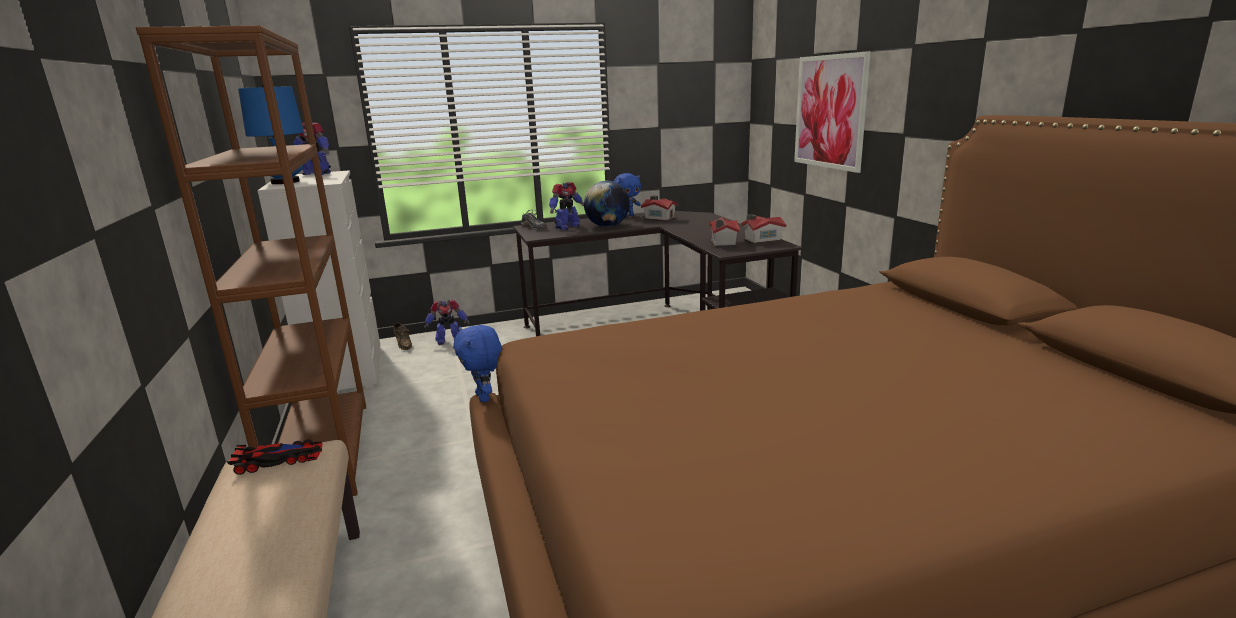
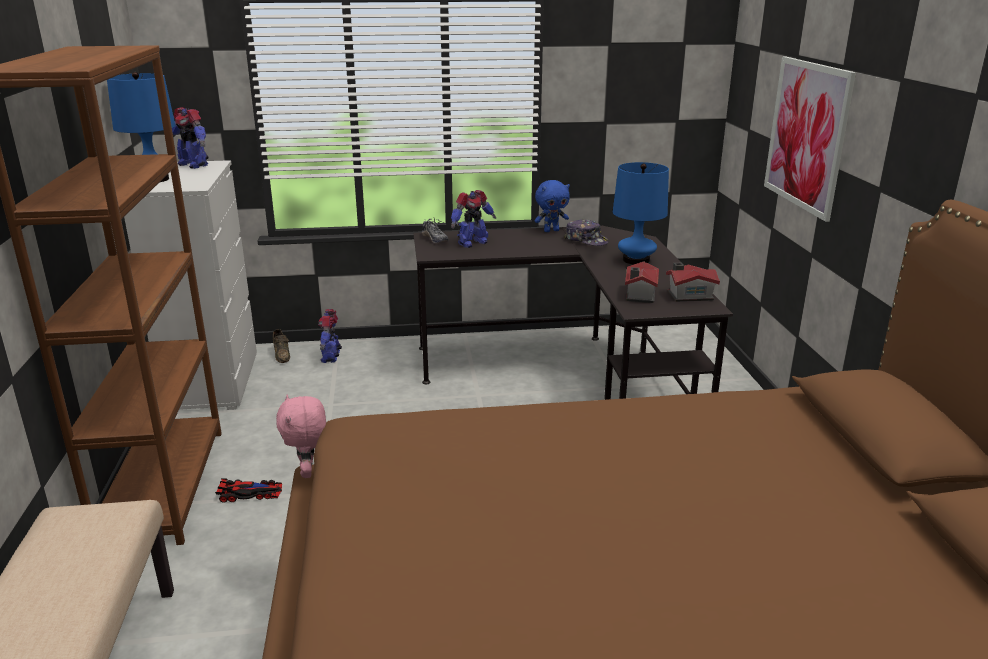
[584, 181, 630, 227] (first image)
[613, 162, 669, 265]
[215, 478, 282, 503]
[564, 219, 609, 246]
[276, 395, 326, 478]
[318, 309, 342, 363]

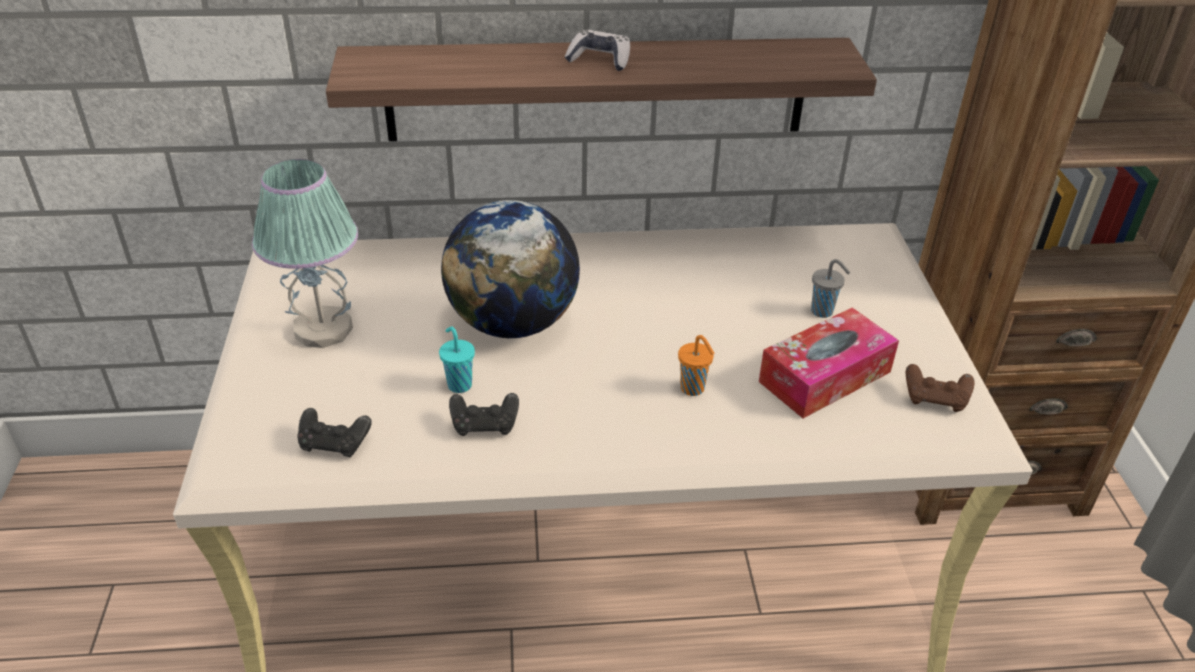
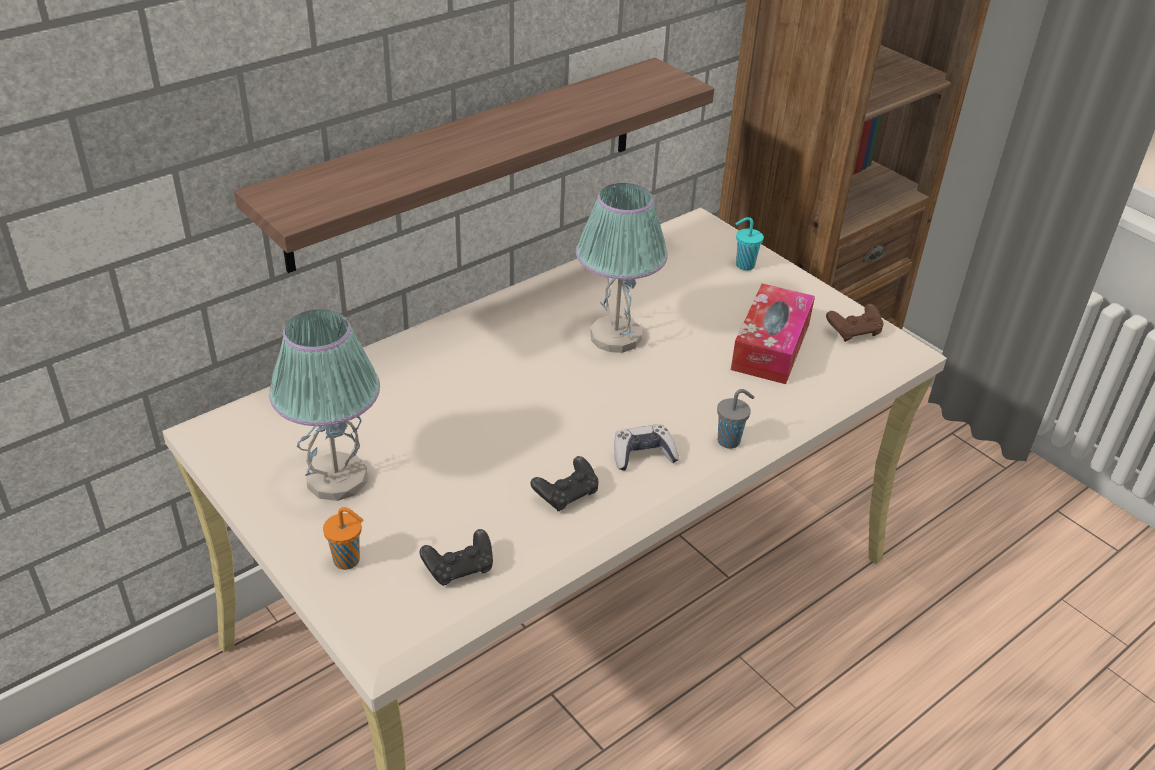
[441, 200, 580, 338] (first image)
[576, 183, 668, 353]
[735, 217, 764, 271]
[614, 424, 679, 471]
[323, 507, 363, 570]
[717, 389, 754, 449]

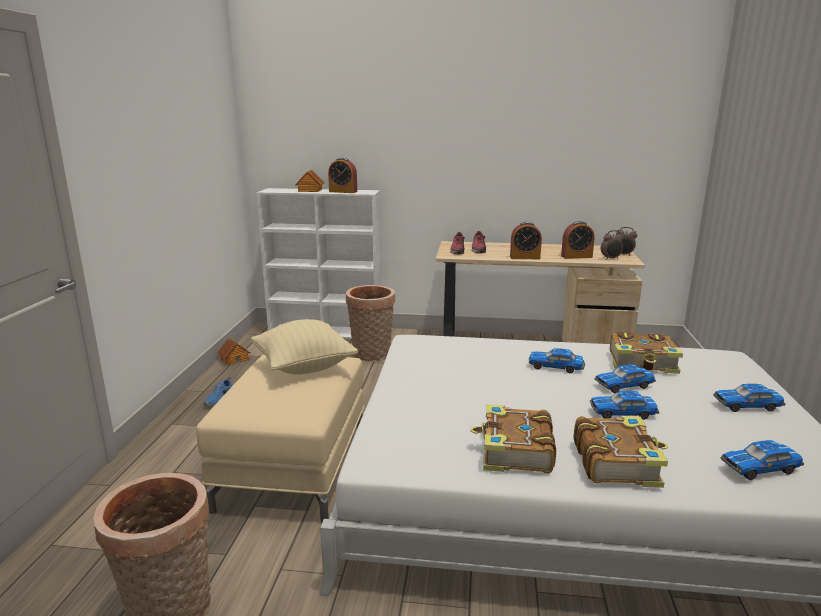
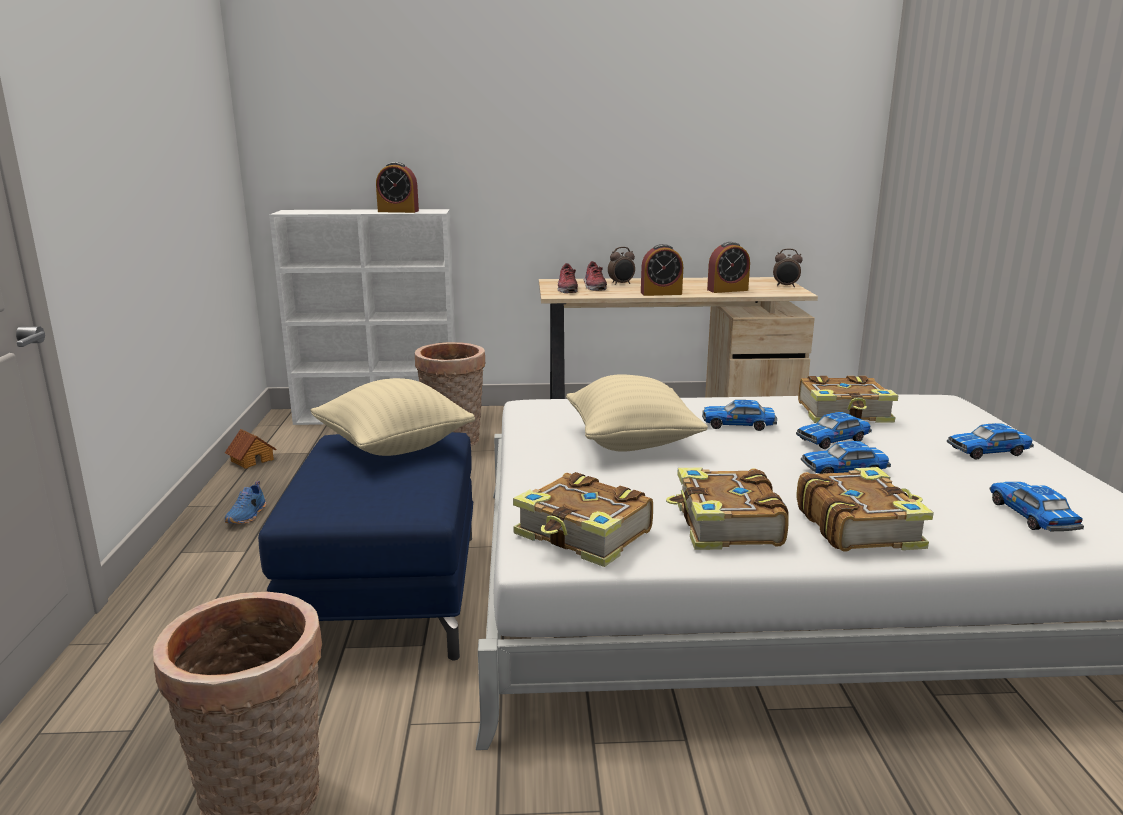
[295, 170, 325, 192] (first image)
[513, 472, 653, 567]
[566, 374, 708, 452]
[608, 247, 635, 285]
[258, 432, 473, 661]
[990, 482, 1084, 531]

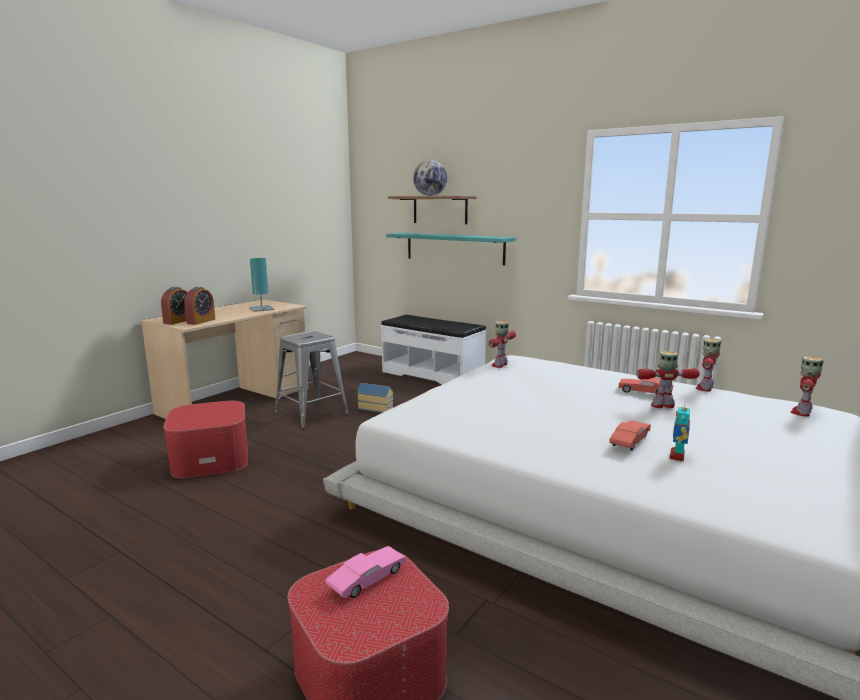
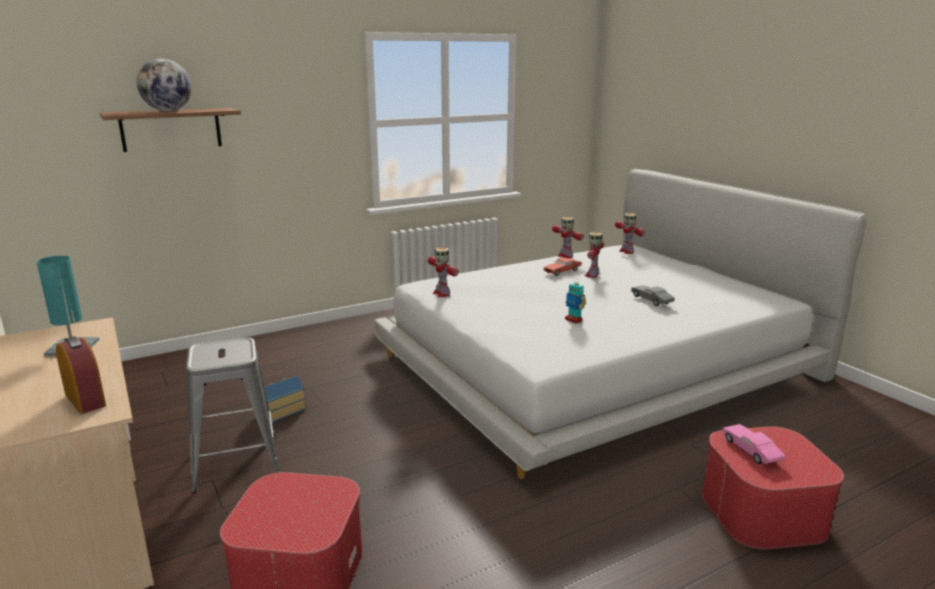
[161, 287, 188, 325] (first image)
[381, 315, 486, 385] (first image)
[386, 233, 516, 265] (first image)
[565, 278, 586, 324]
[631, 285, 675, 306]

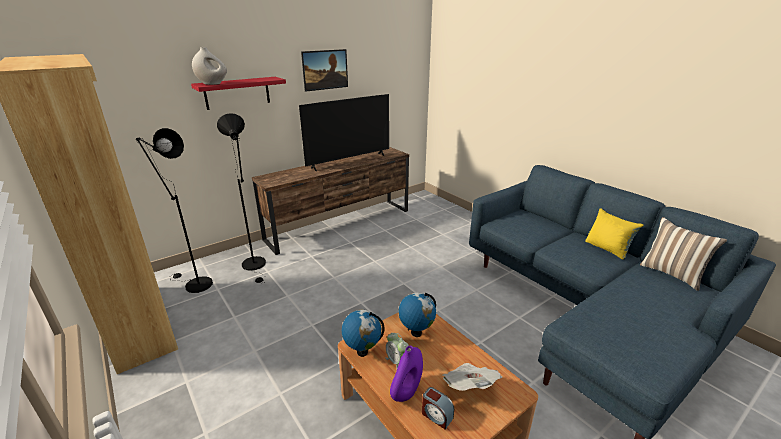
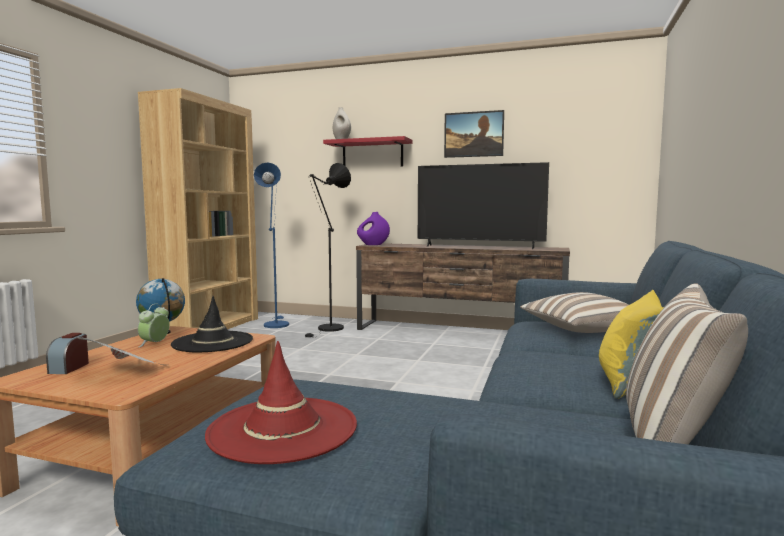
[205, 341, 357, 464]
[520, 292, 628, 333]
[357, 212, 390, 245]
[171, 296, 253, 352]
[254, 162, 289, 328]

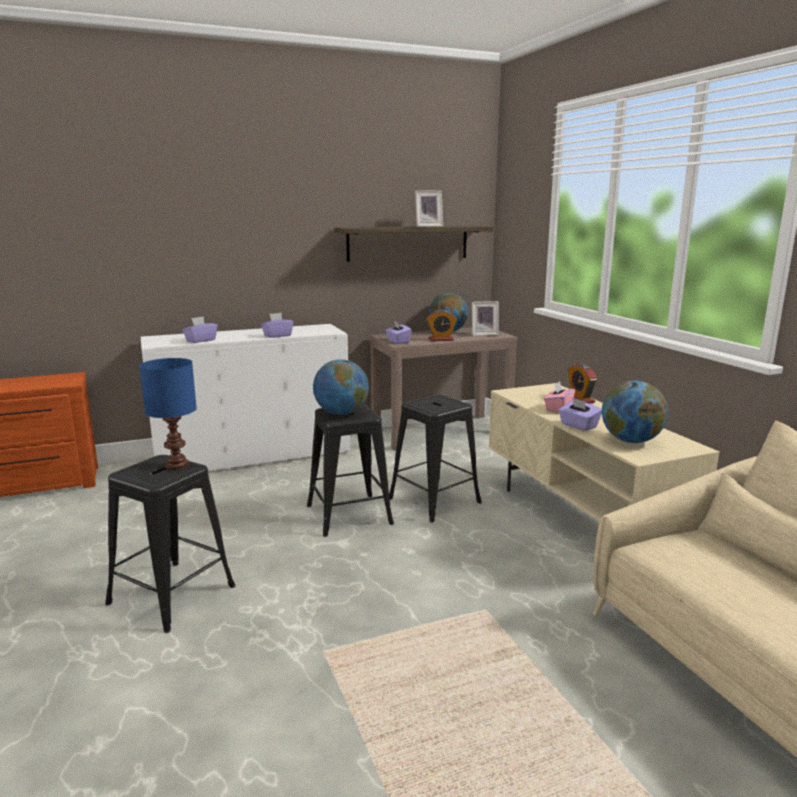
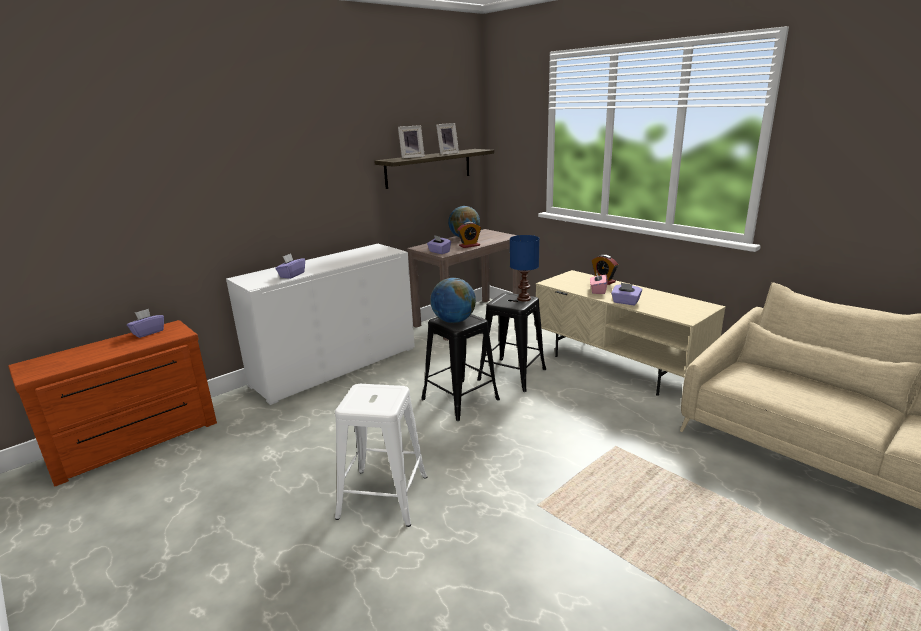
[602, 380, 668, 443] (first image)
[510, 235, 540, 301]
[127, 309, 164, 338]
[398, 125, 425, 159]
[335, 384, 428, 527]

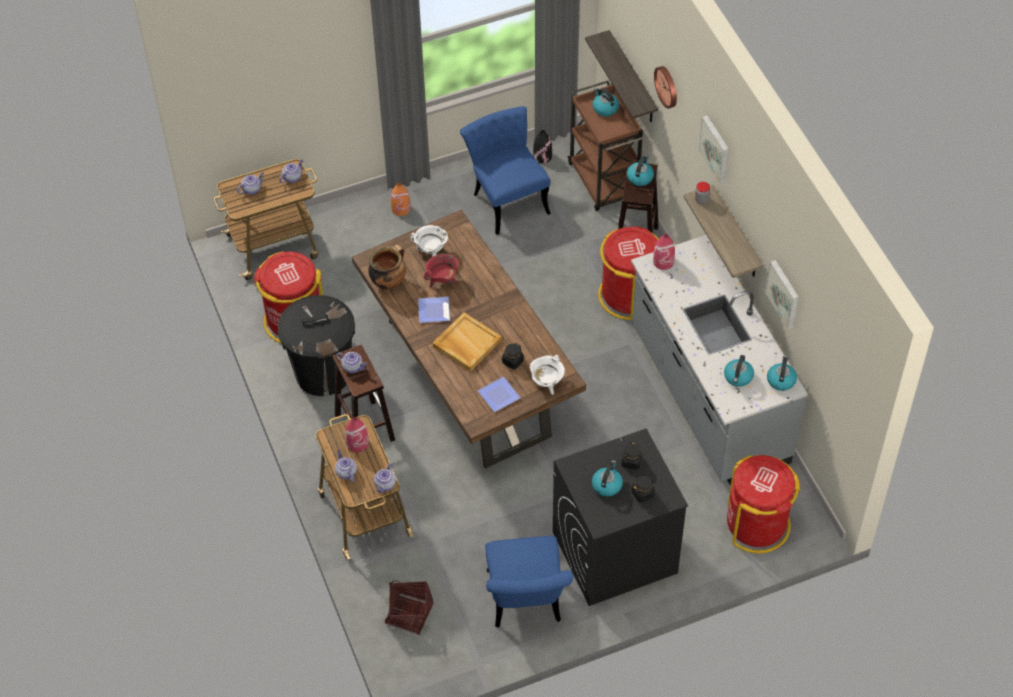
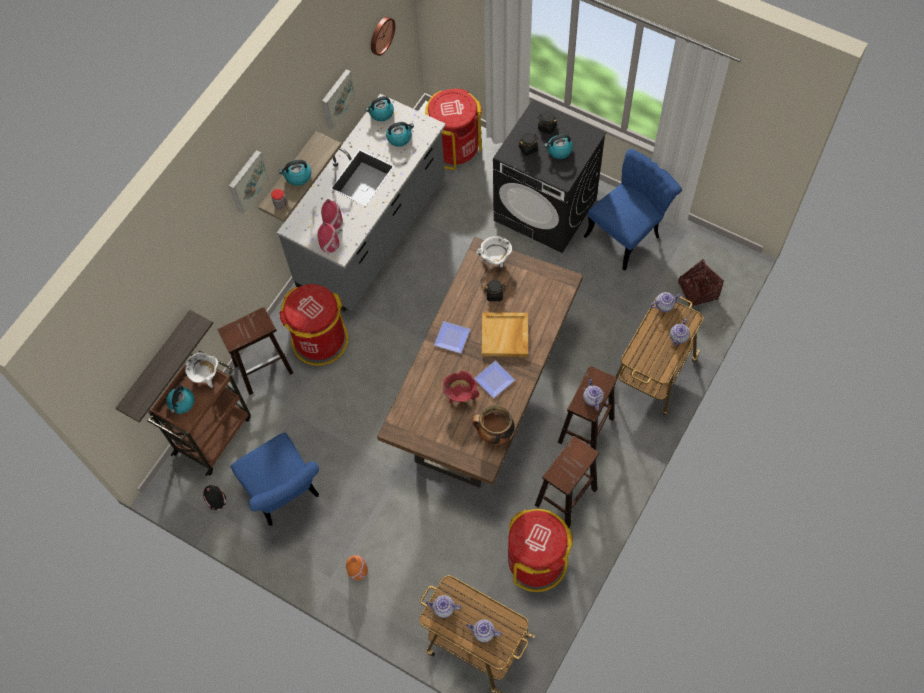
[321, 199, 343, 230]
[185, 352, 218, 388]
[434, 321, 470, 354]
[279, 160, 311, 186]
[371, 17, 395, 56]
[535, 436, 599, 528]
[230, 433, 319, 526]

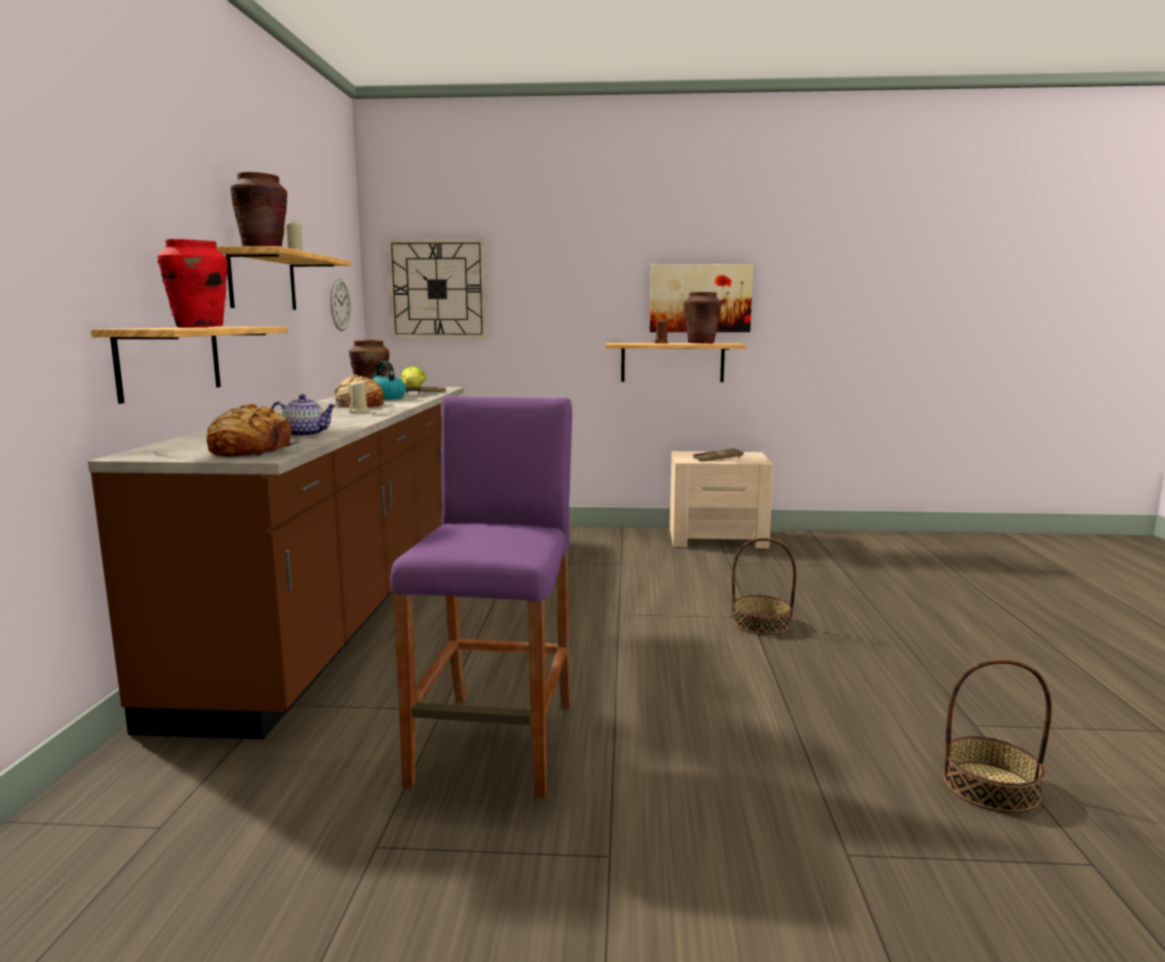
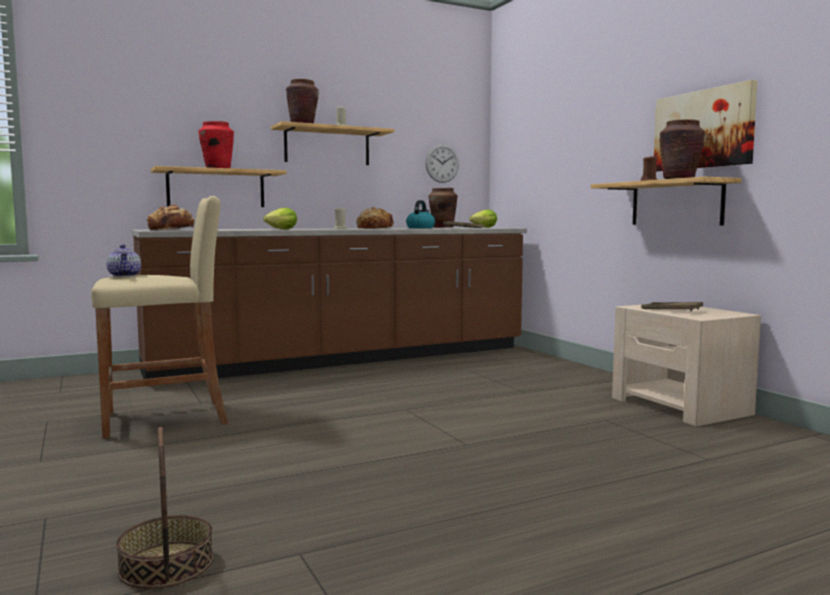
[387, 239, 487, 338] (first image)
[732, 538, 796, 635] (first image)
[263, 208, 297, 229]
[106, 244, 141, 277]
[91, 196, 228, 439]

